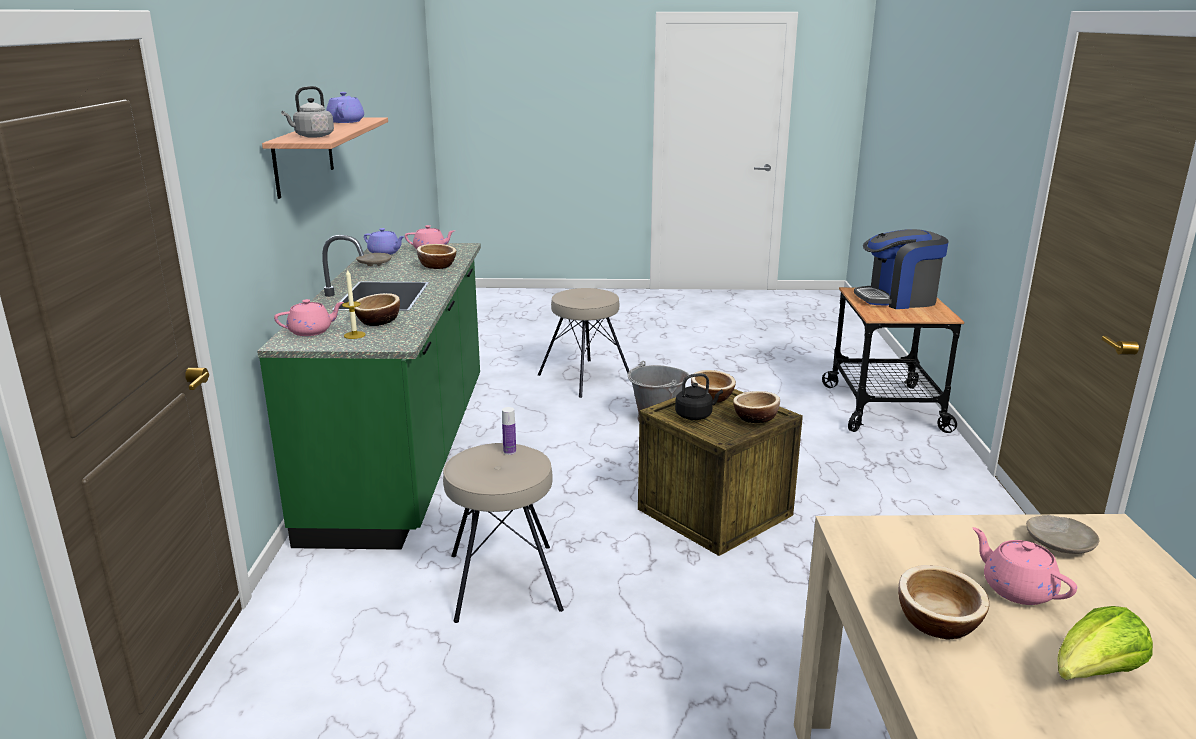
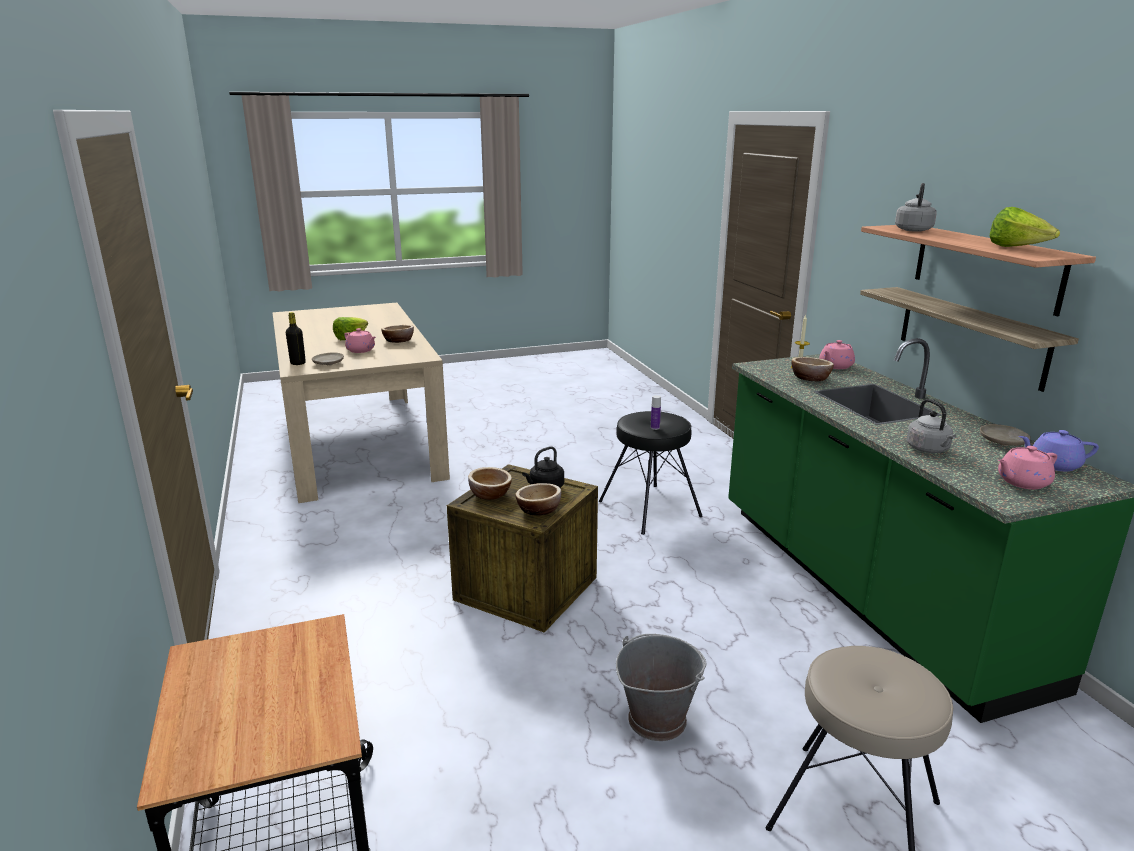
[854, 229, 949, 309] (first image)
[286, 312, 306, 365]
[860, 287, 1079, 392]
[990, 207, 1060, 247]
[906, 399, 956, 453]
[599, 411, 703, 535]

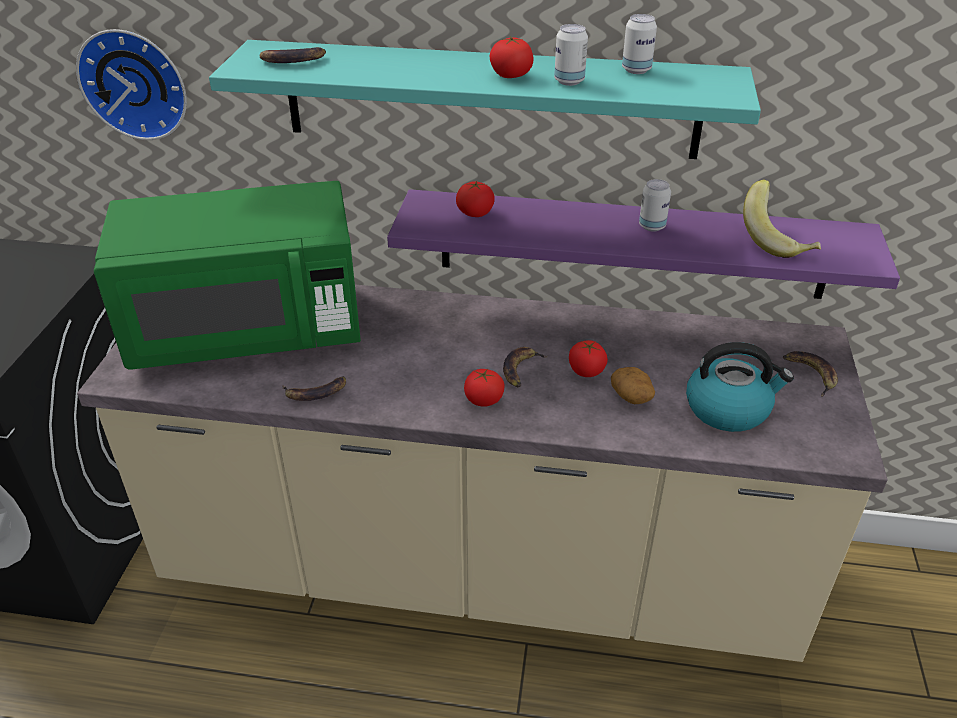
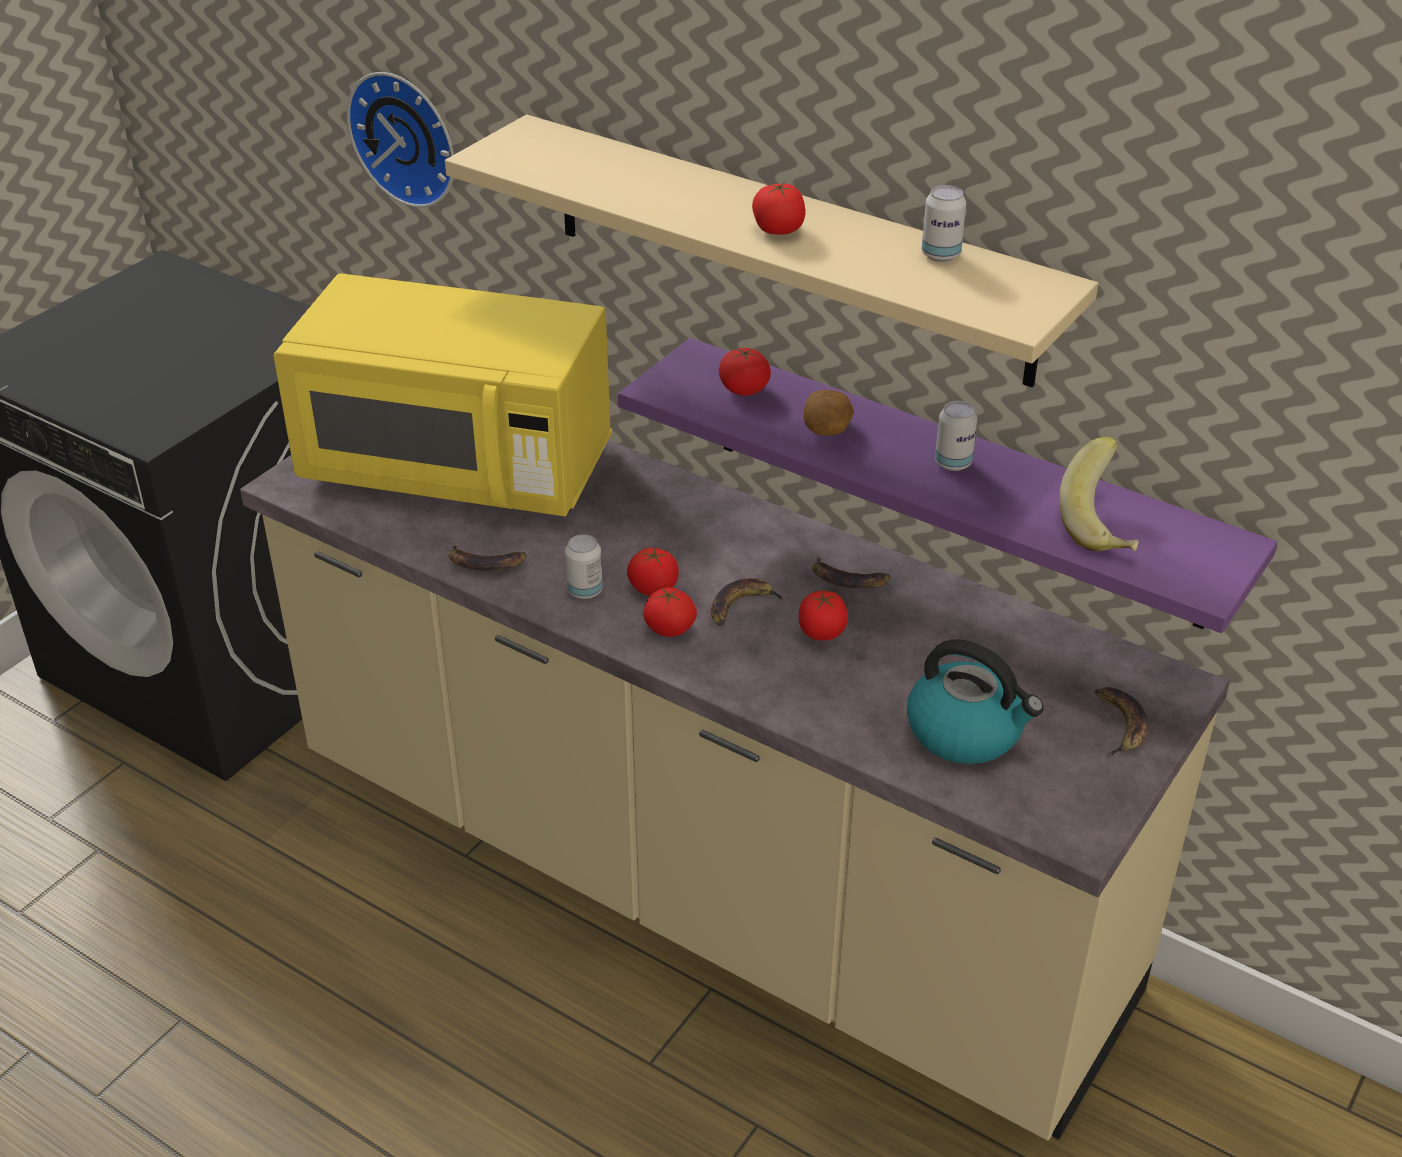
[627, 548, 679, 596]
[812, 556, 890, 589]
[565, 534, 603, 599]
[803, 390, 853, 436]
[274, 273, 612, 516]
[445, 115, 1099, 387]

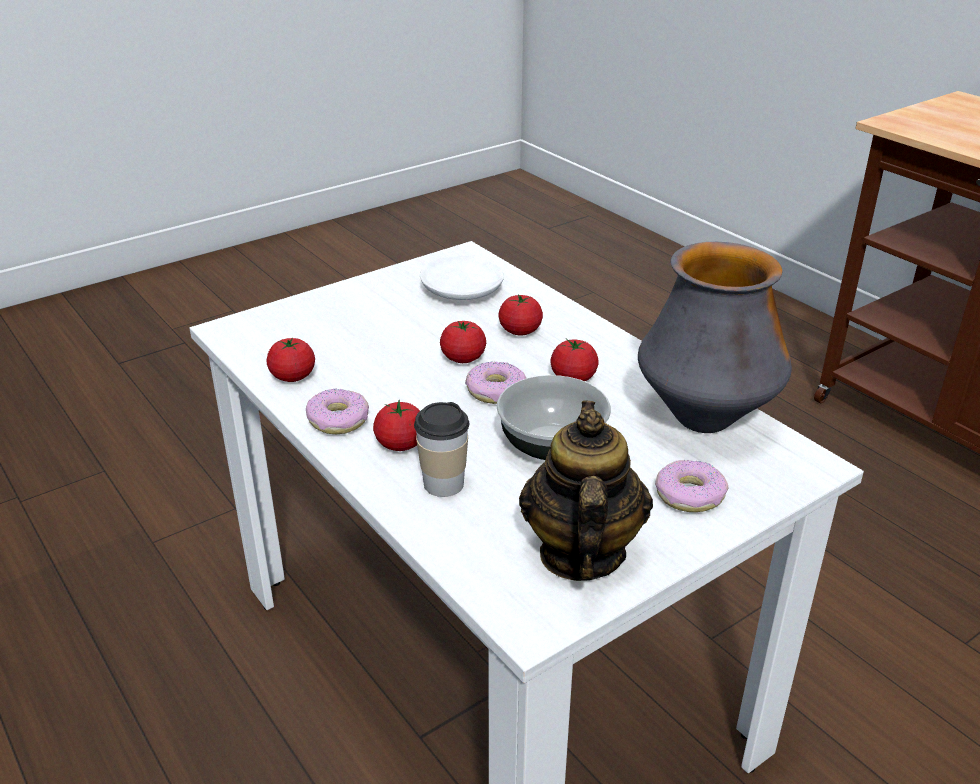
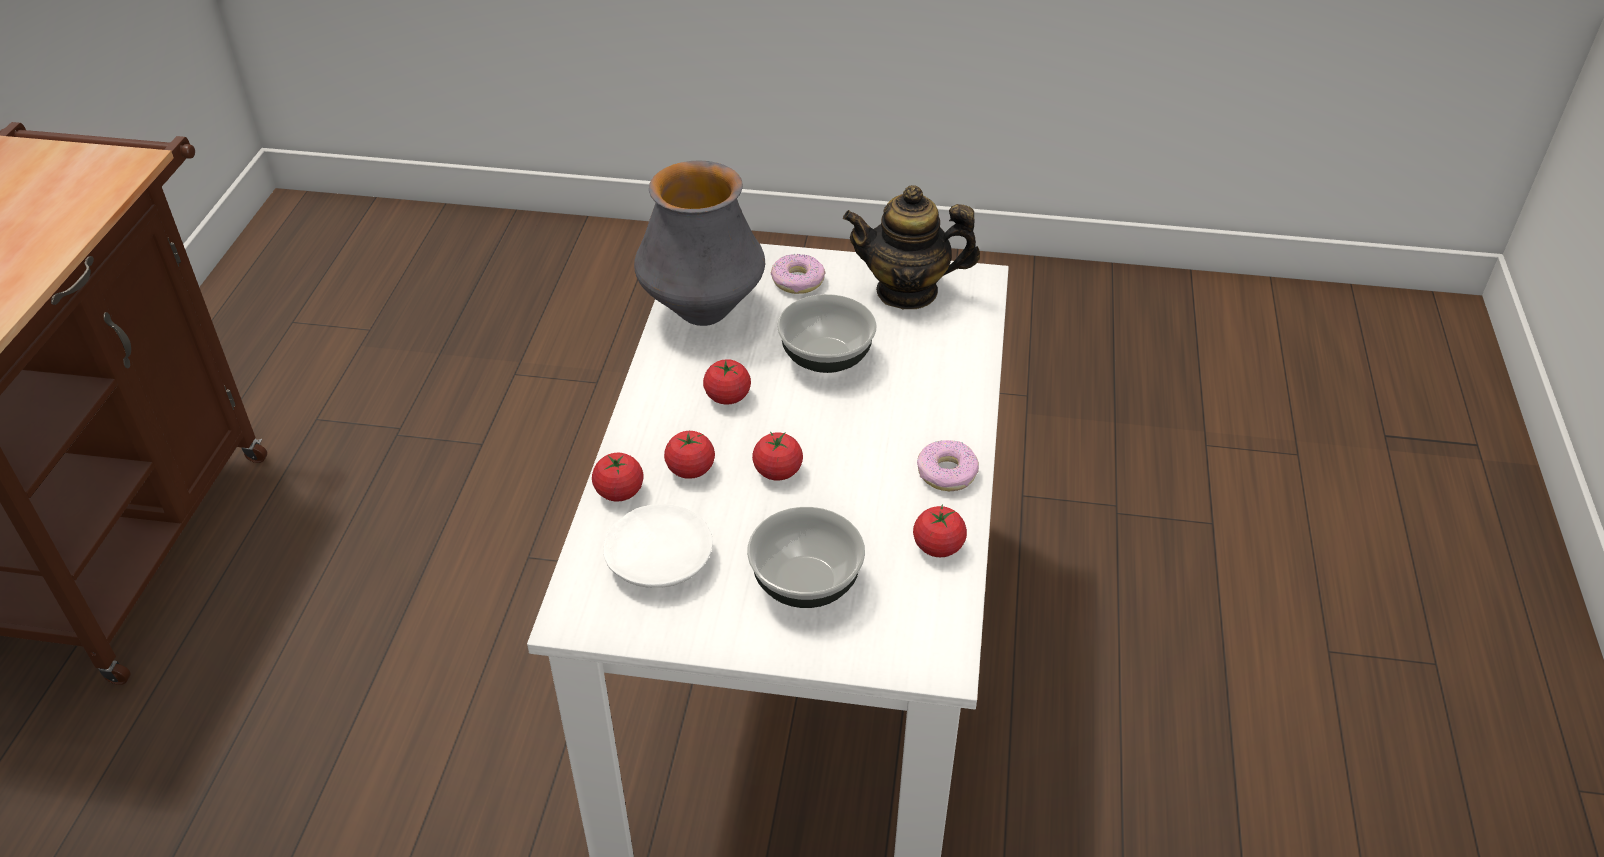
[414, 402, 469, 497] (first image)
[465, 362, 526, 404] (first image)
[747, 507, 865, 608]
[592, 453, 644, 502]
[843, 185, 980, 309]

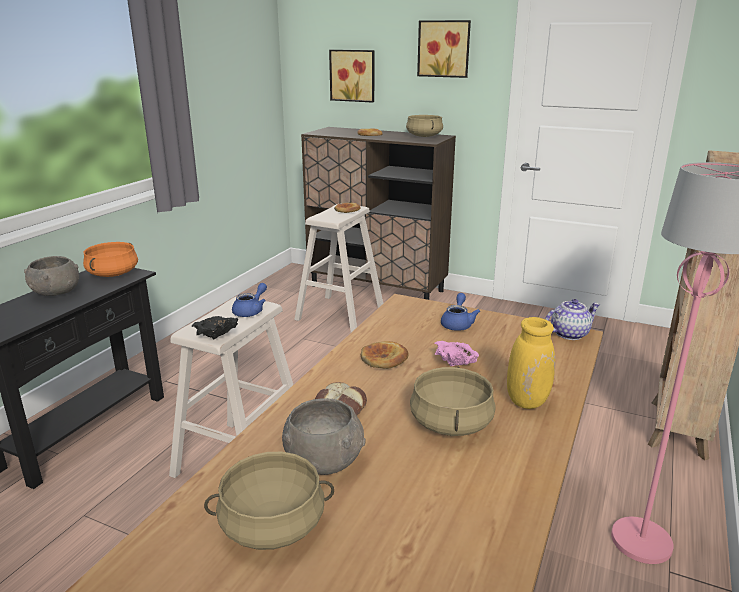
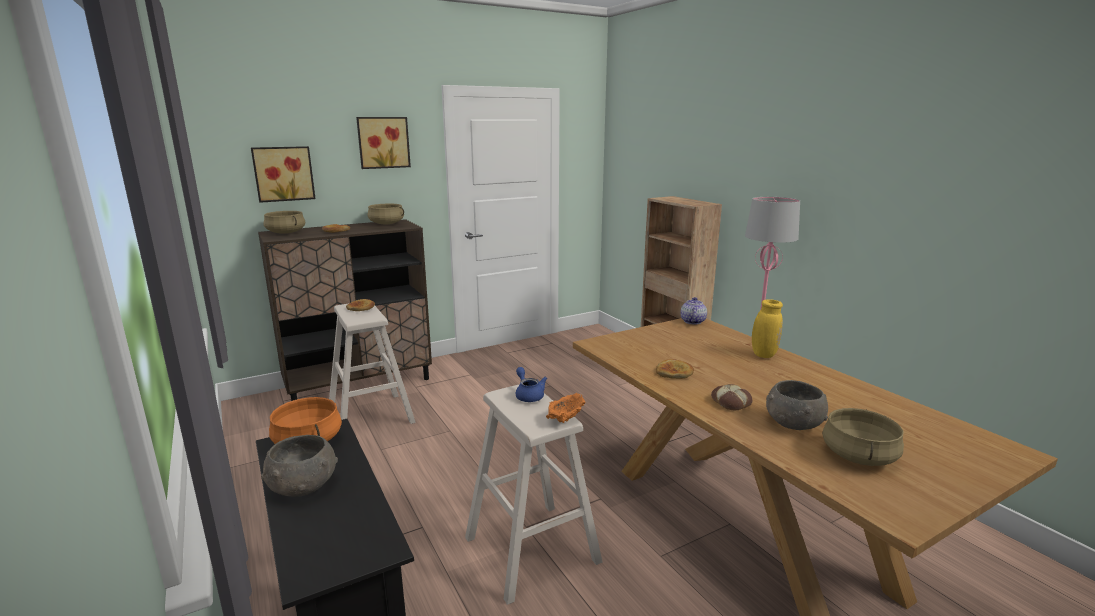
[434, 341, 479, 366] (first image)
[441, 293, 480, 331] (first image)
[264, 211, 305, 234]
[546, 393, 585, 423]

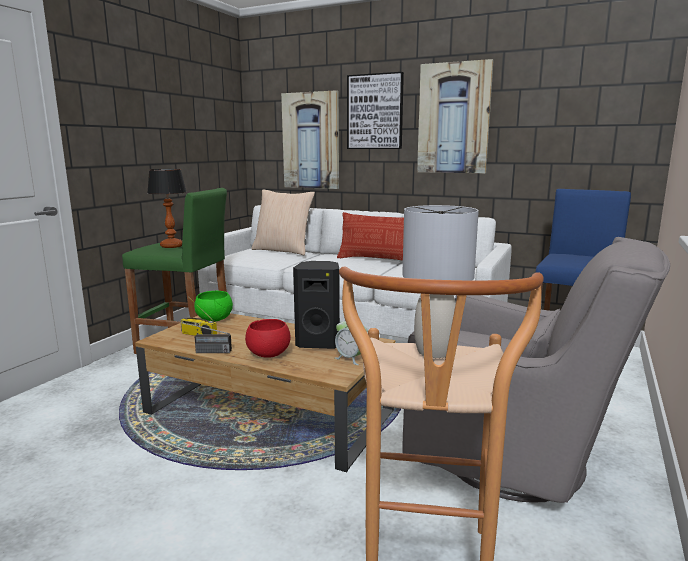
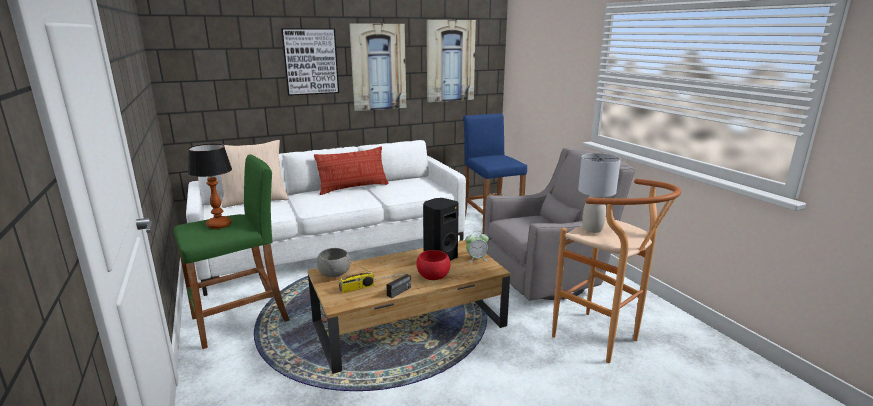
[427, 20, 476, 102]
[317, 248, 351, 277]

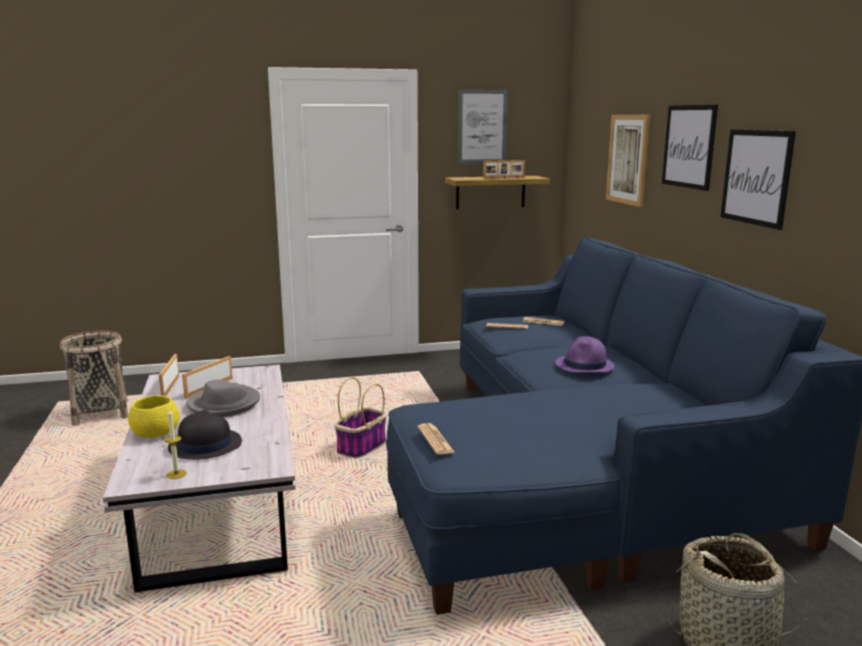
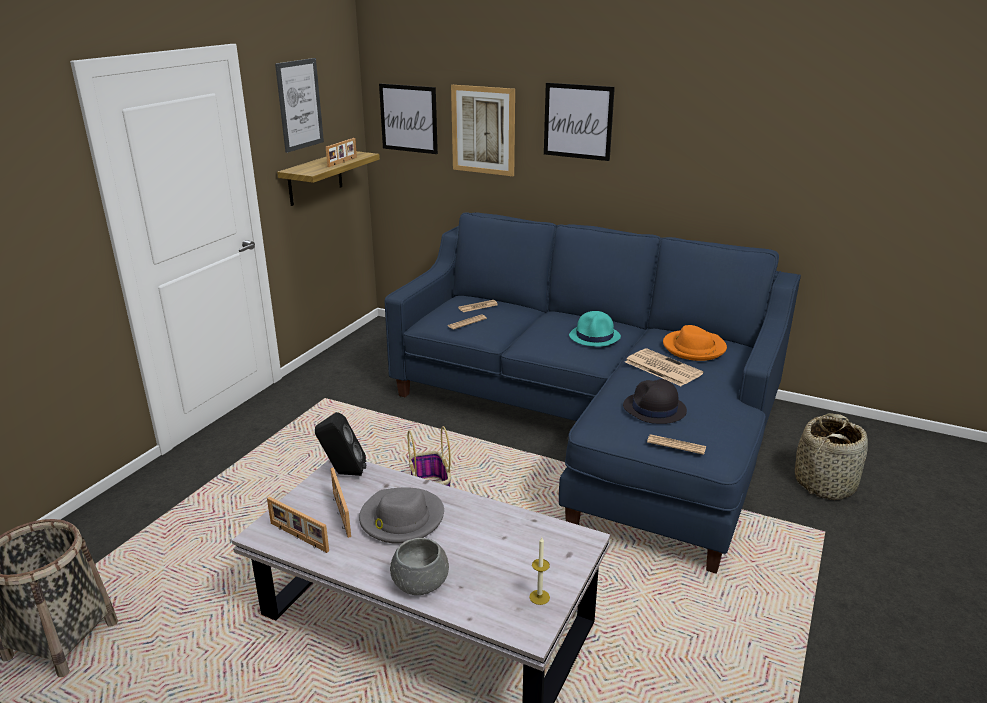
[315, 412, 366, 476]
[625, 348, 704, 386]
[663, 325, 727, 361]
[623, 379, 687, 424]
[379, 83, 438, 154]
[390, 538, 449, 595]
[569, 311, 621, 347]

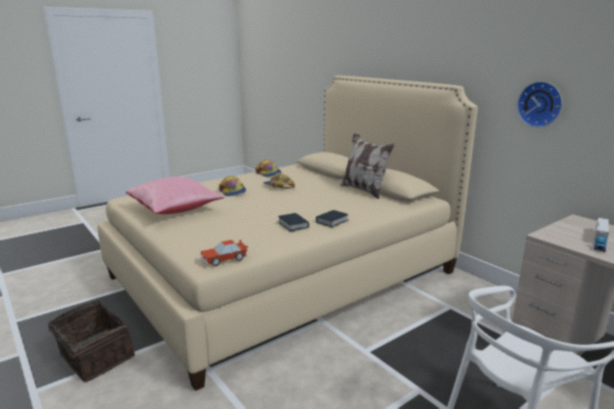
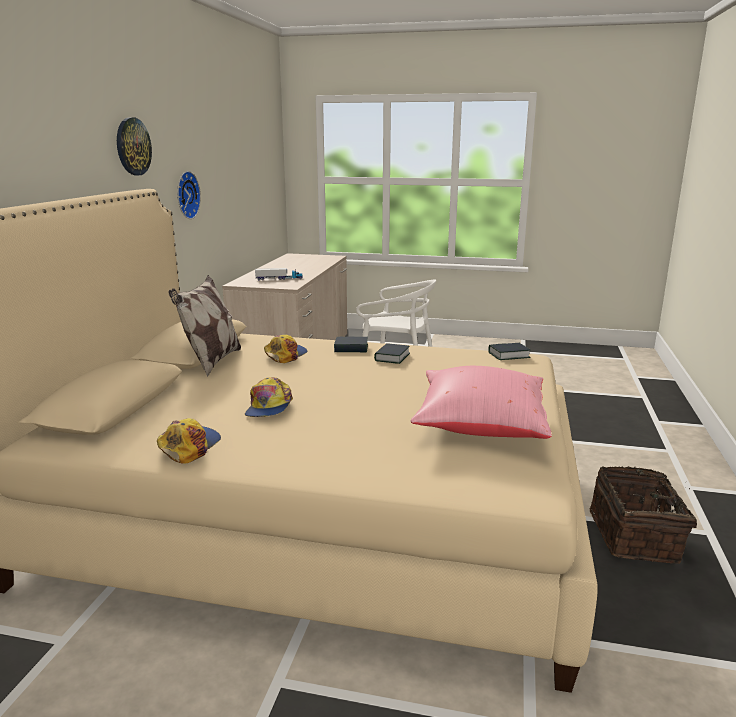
[117, 117, 152, 175]
[264, 335, 308, 363]
[488, 343, 531, 360]

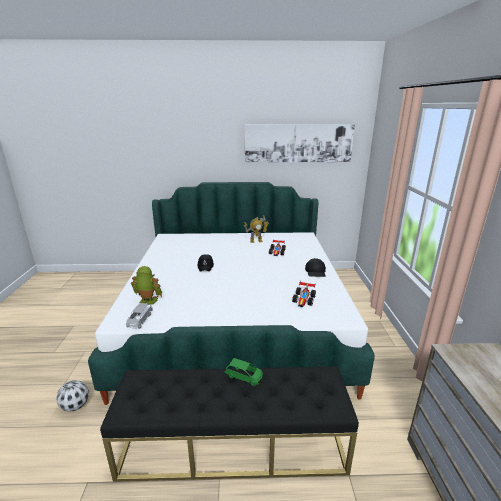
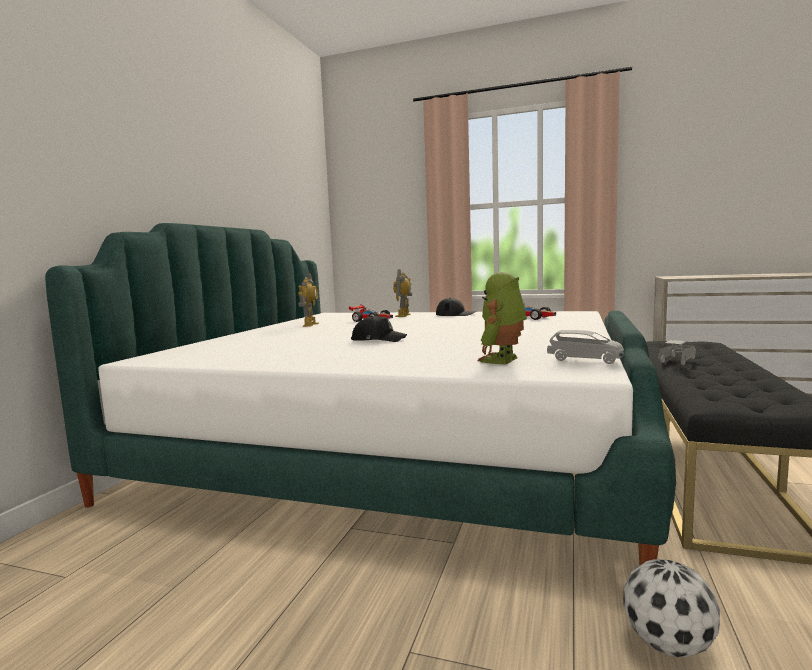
[245, 124, 355, 163] (first image)
[393, 269, 412, 317]
[658, 340, 696, 365]

